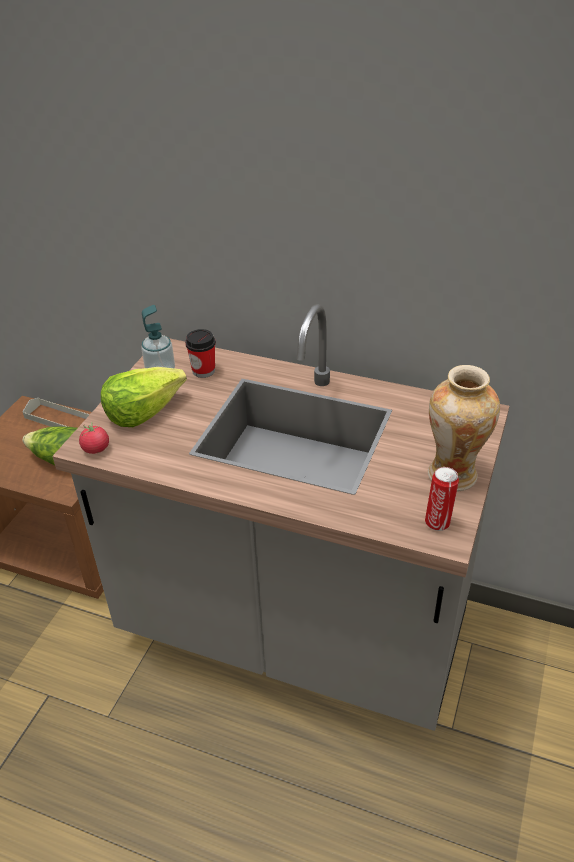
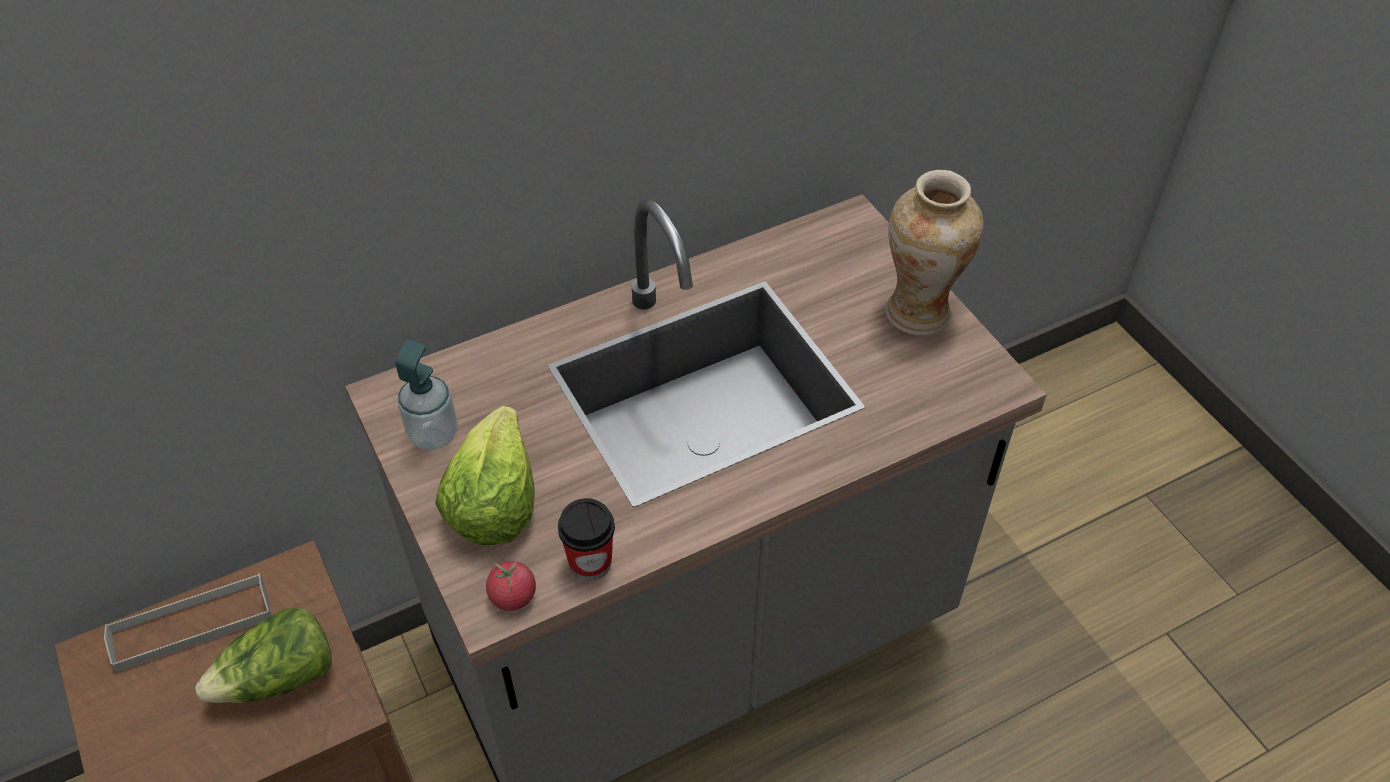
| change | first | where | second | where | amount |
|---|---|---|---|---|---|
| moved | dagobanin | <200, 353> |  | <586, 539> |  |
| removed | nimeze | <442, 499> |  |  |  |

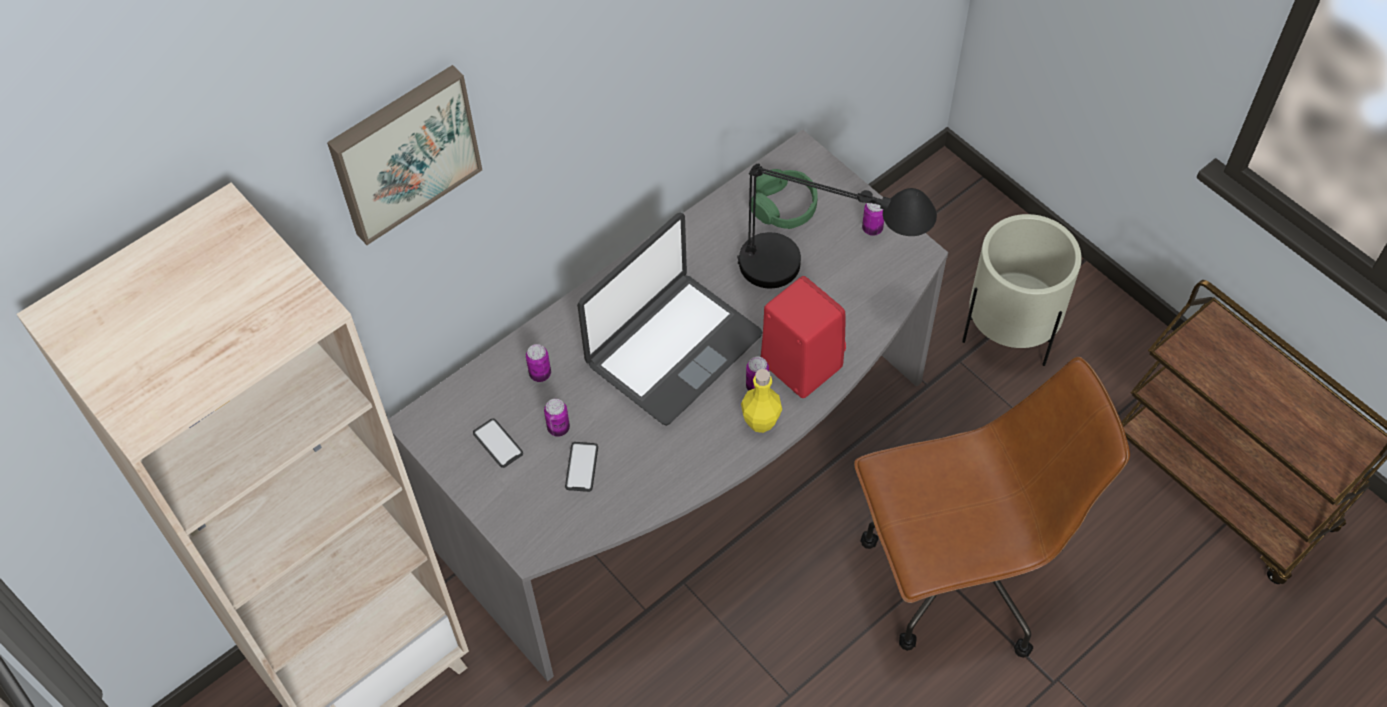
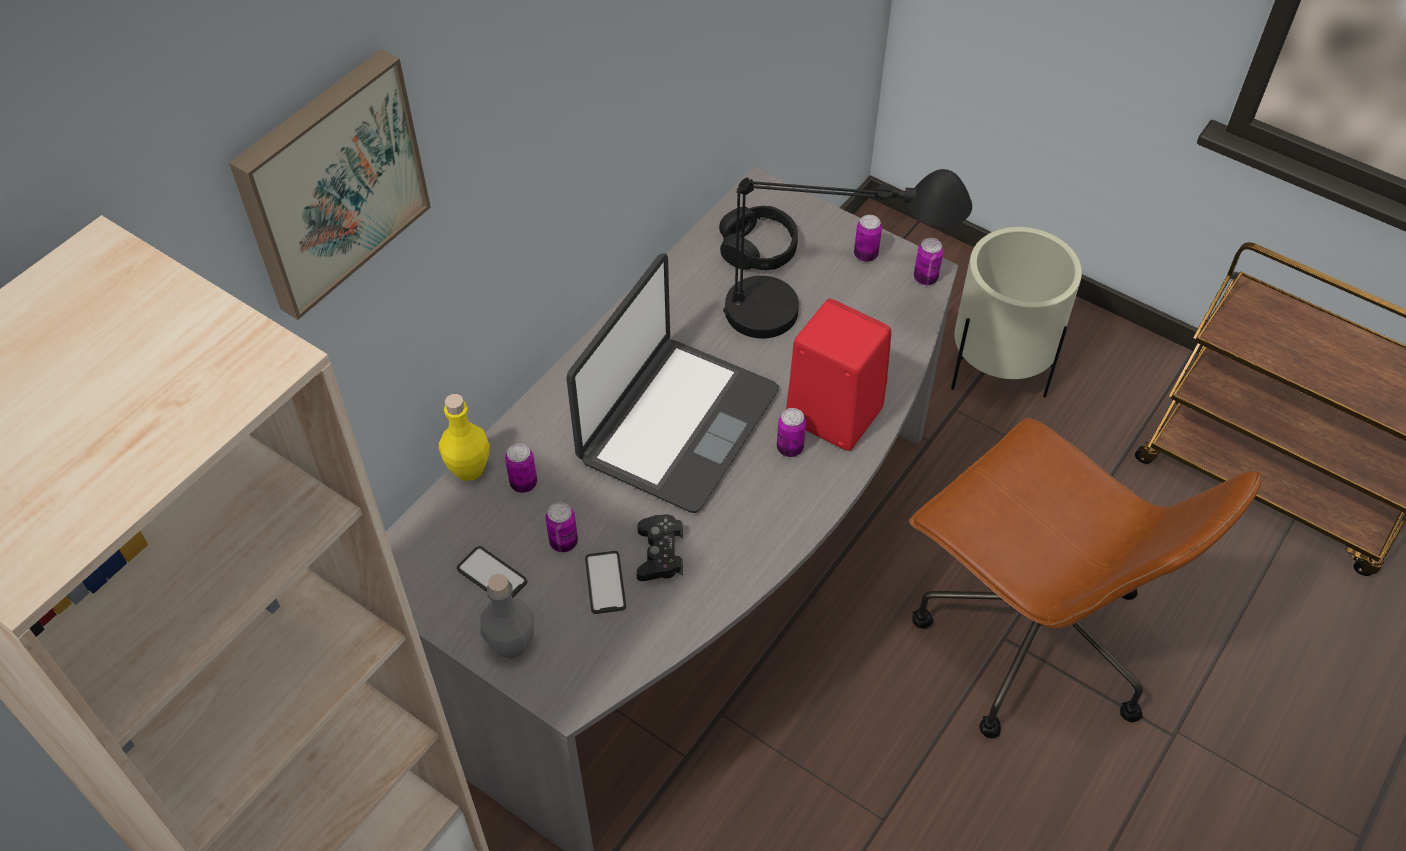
| change | first | where | second | where | amount |
|---|---|---|---|---|---|
| moved | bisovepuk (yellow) | <761, 401> |  | <464, 437> |  |
| added |  |  | bisovepuk (grey) | <507, 616> |  |
| added |  |  | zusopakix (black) | <659, 547> |  |
| recoloured | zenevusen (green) | <784, 199> | zenevusen (black) | <758, 238> |  |
| turned | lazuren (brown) | <992, 507> |  | <1085, 578> | 75 degrees clockwise |
| added |  |  | nimeze | <928, 261> |  |

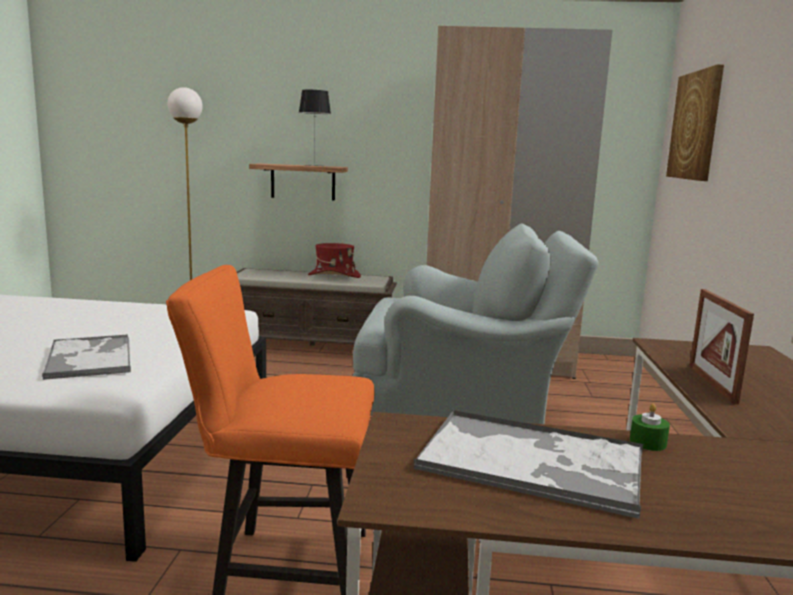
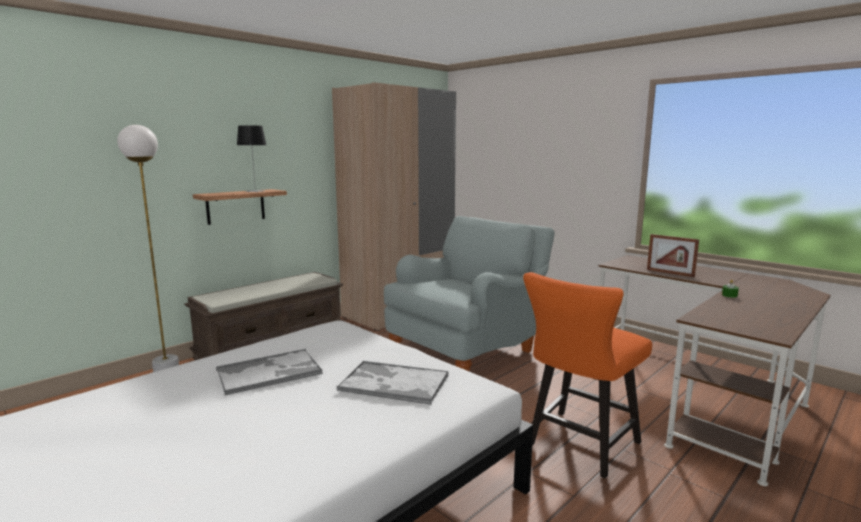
| change | first | where | second | where | amount |
|---|---|---|---|---|---|
| moved | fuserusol | <528, 464> |  | <269, 372> |  |
| removed | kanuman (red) | <334, 260> |  |  |  |
| removed | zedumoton | <695, 122> |  |  |  |

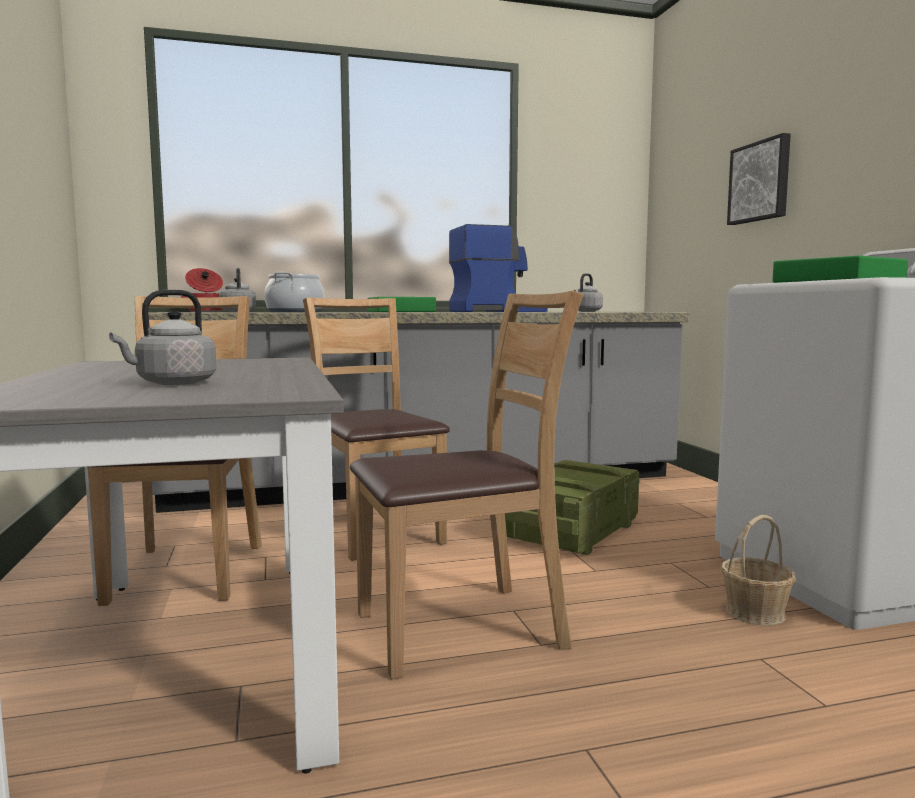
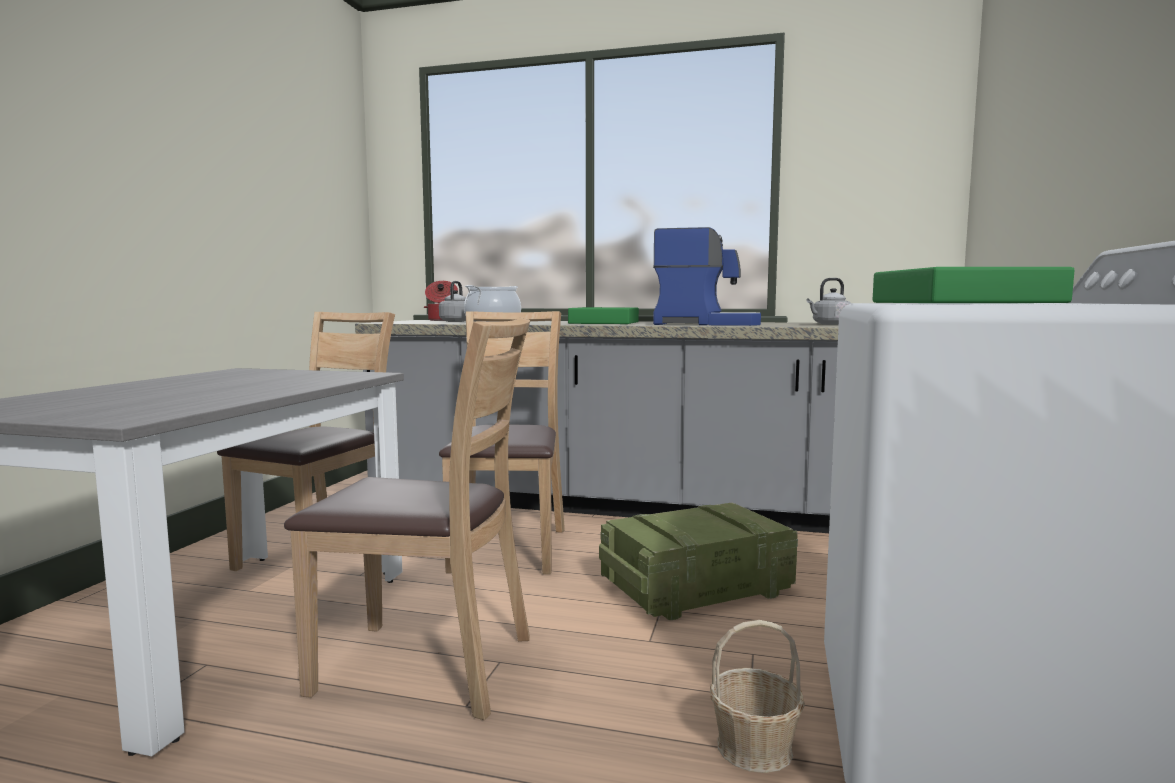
| change | first | where | second | where | amount |
|---|---|---|---|---|---|
| removed | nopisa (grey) | <163, 337> |  |  |  |
| removed | zedumoton | <759, 179> |  |  |  |

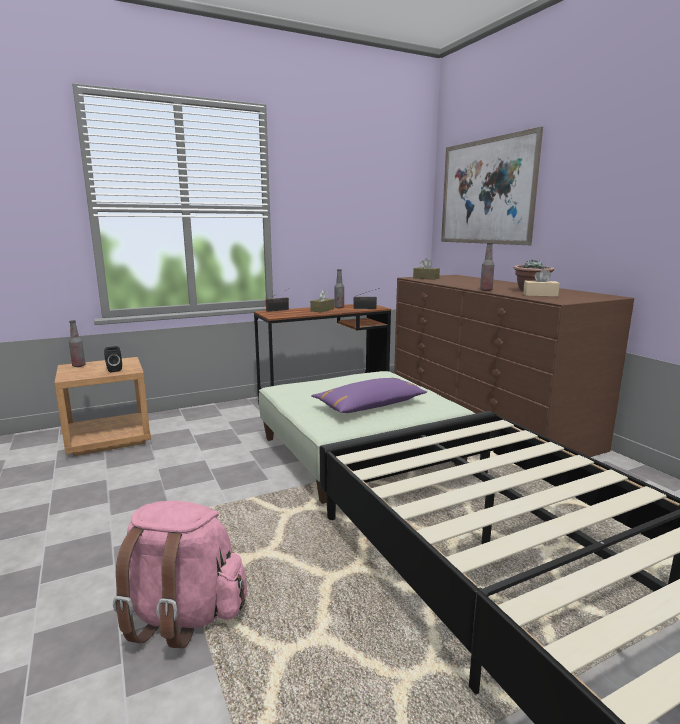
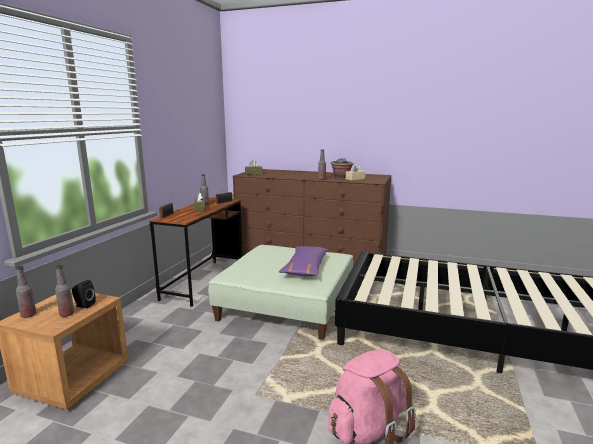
| change | first | where | second | where | amount |
|---|---|---|---|---|---|
| added |  |  | bisovepuk | <64, 291> |  |
| removed | zedumoton | <492, 186> |  |  |  |

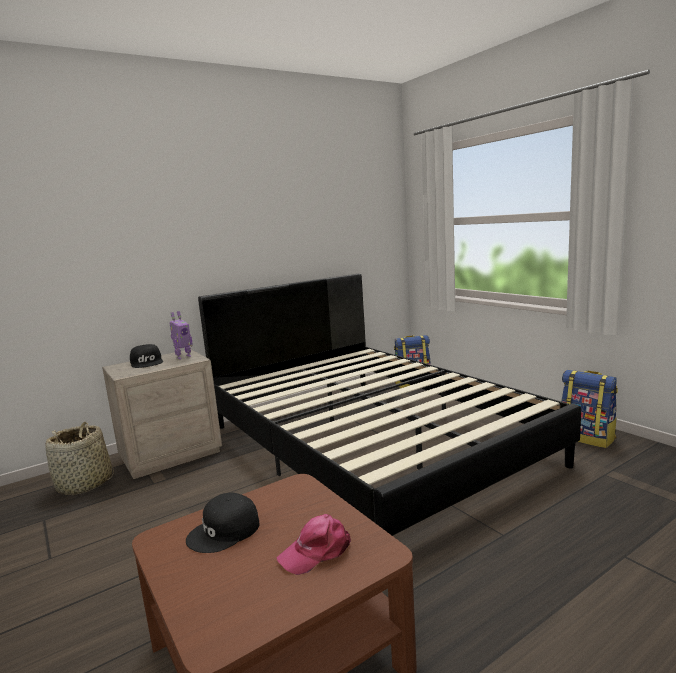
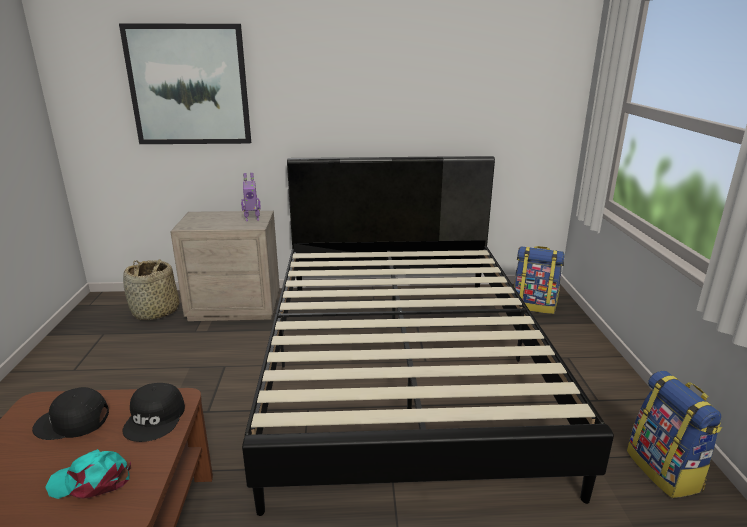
| change | first | where | second | where | amount |
|---|---|---|---|---|---|
| recoloured | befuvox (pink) | <314, 544> | befuvox (turquoise) | <88, 474> |  |
| added |  |  | zedumoton | <185, 83> |  |
| moved | befuvox (black) | <146, 356> |  | <153, 412> |  |

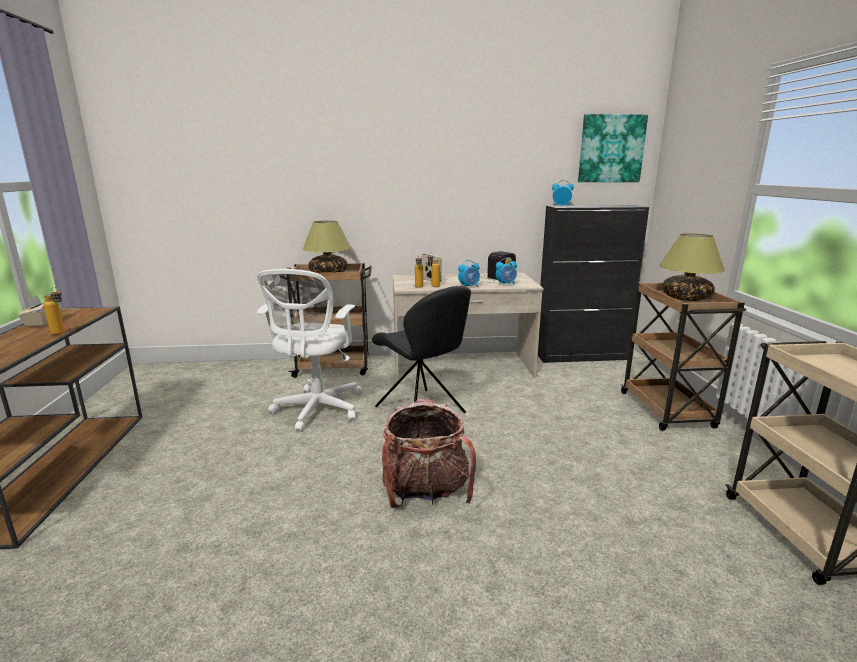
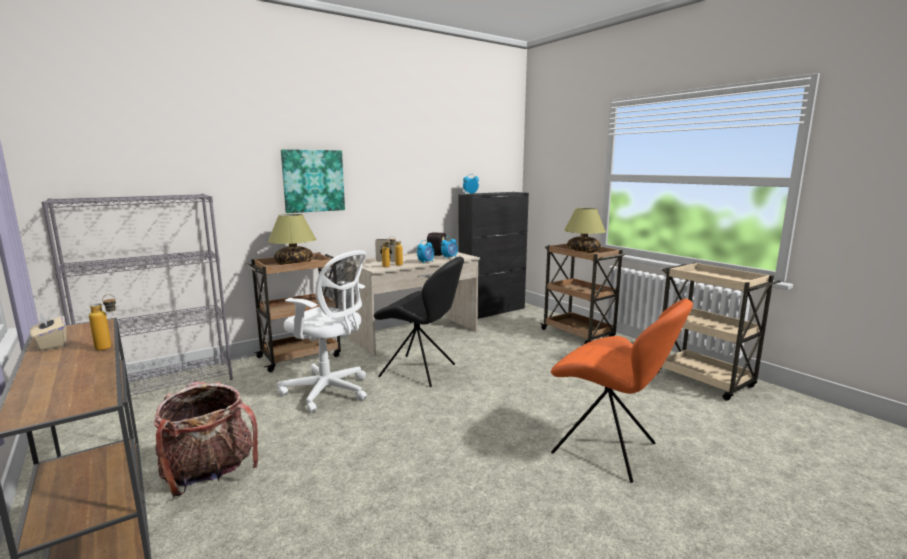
| change | first | where | second | where | amount |
|---|---|---|---|---|---|
| added |  |  | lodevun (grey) | <137, 295> |  |
| moved | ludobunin | <429, 453> |  | <206, 439> |  |
| turned | lazuren (white) | <309, 350> |  | <322, 331> | 45 degrees counterclockwise |
| moved | zedumoton | <613, 148> |  | <313, 181> |  |
| added |  |  | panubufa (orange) | <622, 390> |  |

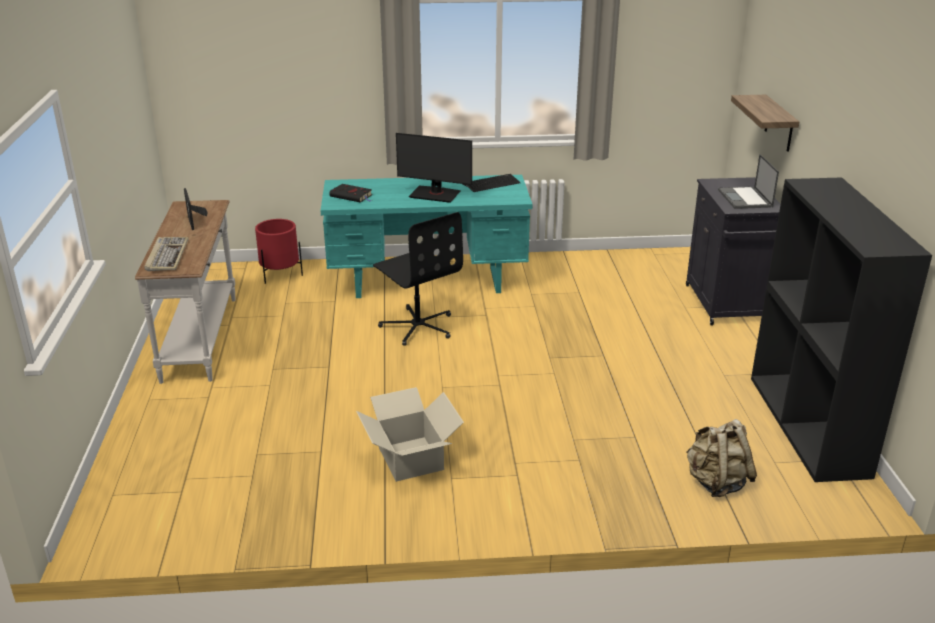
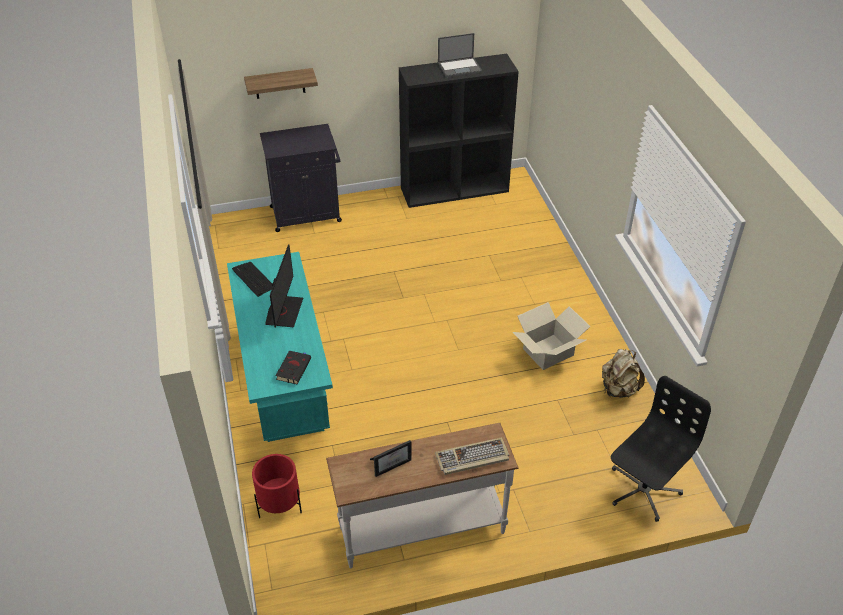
| change | first | where | second | where | amount |
|---|---|---|---|---|---|
| moved | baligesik | <748, 181> |  | <460, 55> |  |
| moved | ludobunin (beige) | <721, 458> |  | <623, 373> |  |
| moved | lazuren (black) | <418, 279> |  | <661, 449> |  |

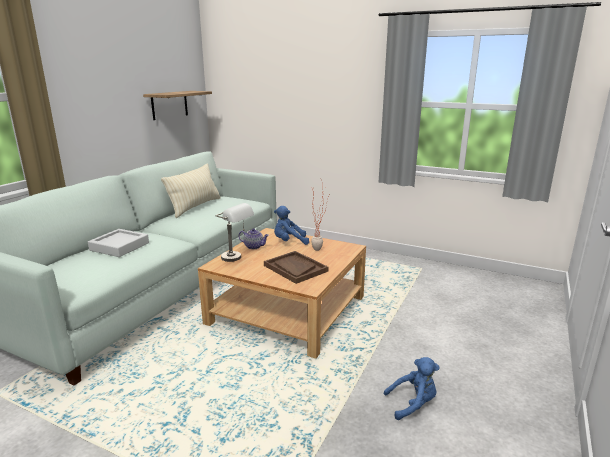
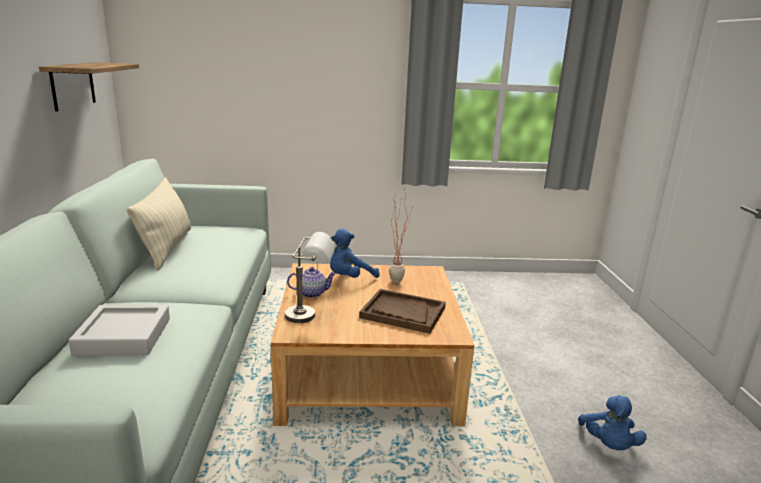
| change | first | where | second | where | amount |
|---|---|---|---|---|---|
| turned | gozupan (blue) | <412, 388> |  | <612, 422> | 135 degrees clockwise |

